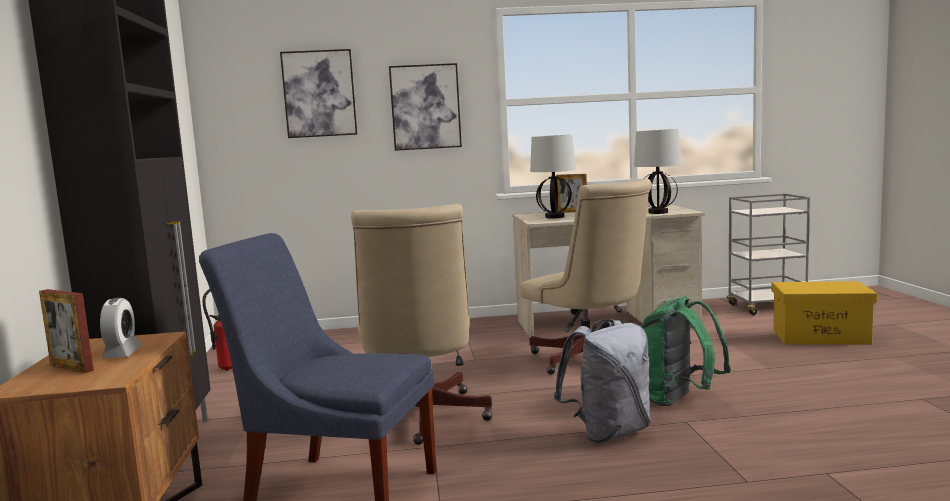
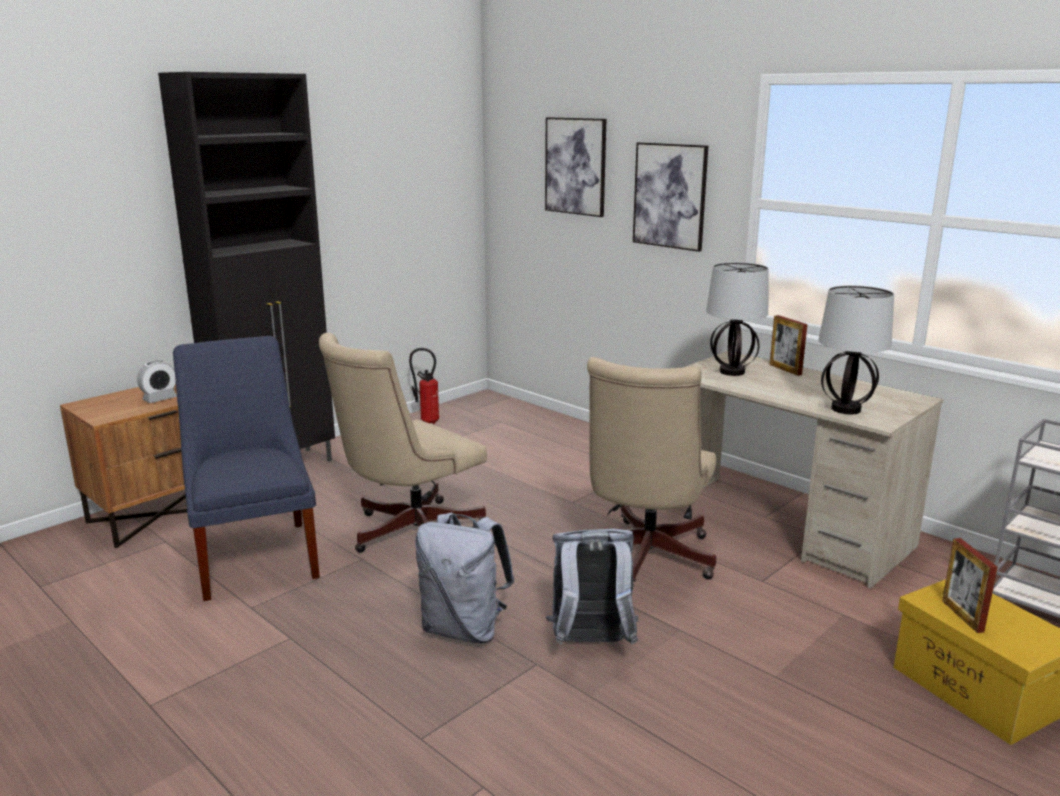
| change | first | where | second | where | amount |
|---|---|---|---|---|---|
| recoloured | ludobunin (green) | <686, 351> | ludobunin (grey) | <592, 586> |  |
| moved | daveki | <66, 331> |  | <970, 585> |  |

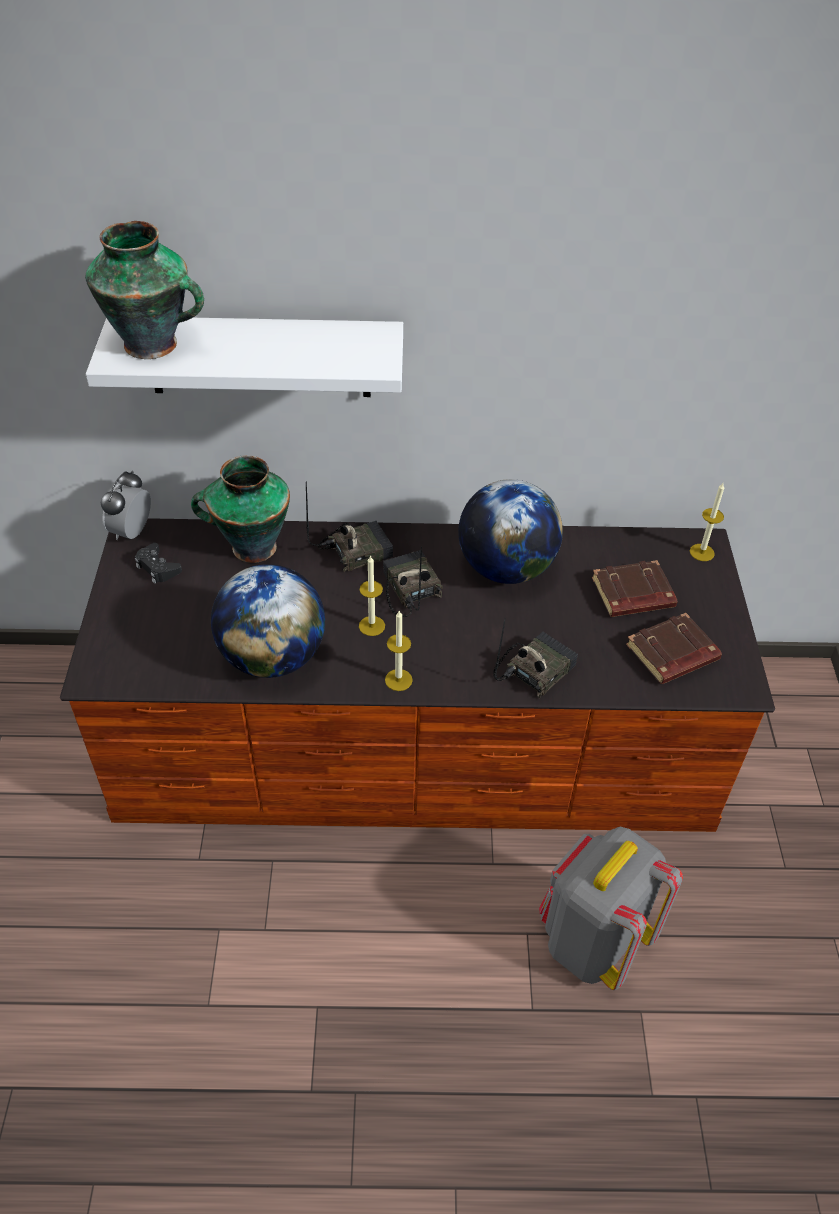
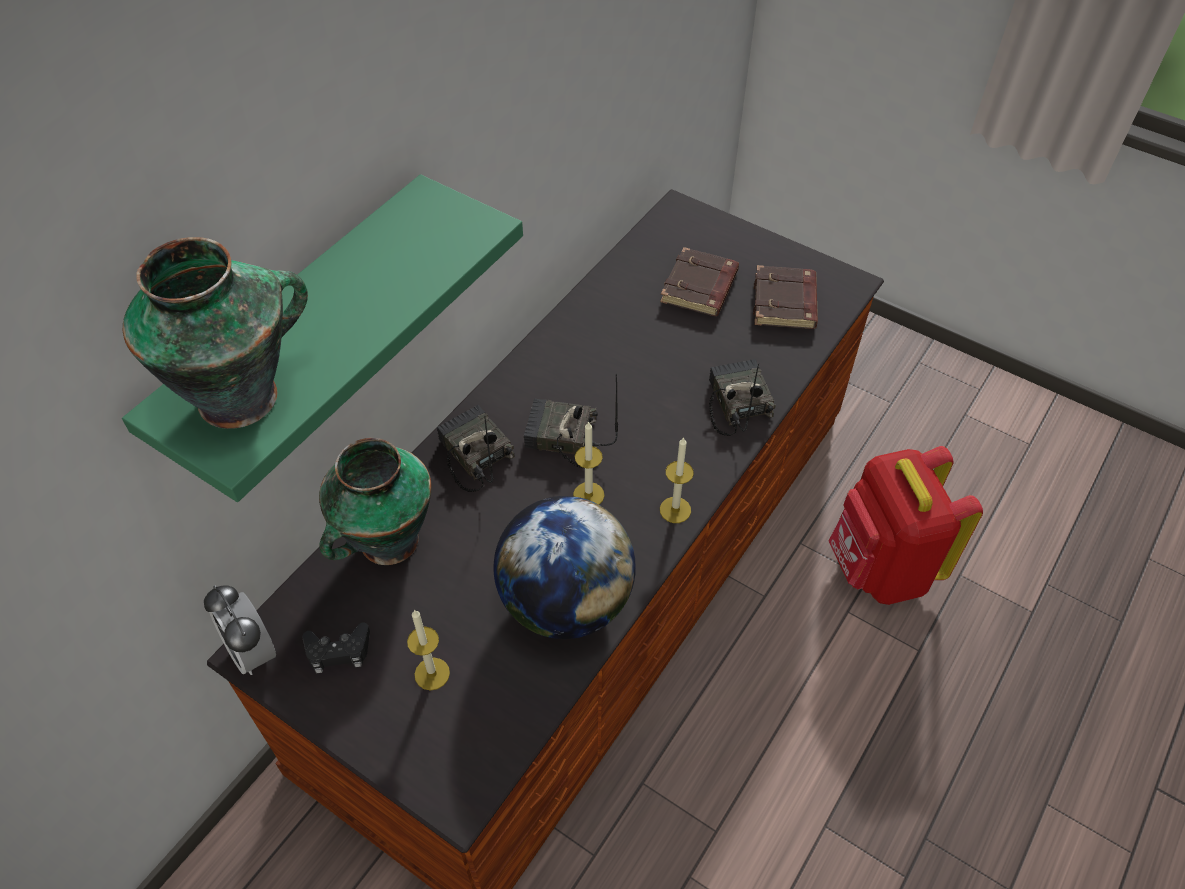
| change | first | where | second | where | amount |
|---|---|---|---|---|---|
| recoloured | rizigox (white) | <244, 357> | rizigox (green) | <322, 338> |  |
| moved | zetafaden | <707, 522> |  | <428, 650> |  |
| turned | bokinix | <349, 527> |  | <476, 448> | 45 degrees counterclockwise |
| recoloured | ludobunin (grey) | <611, 908> | ludobunin (red) | <906, 525> |  |
| removed | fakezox | <510, 531> |  |  |  |

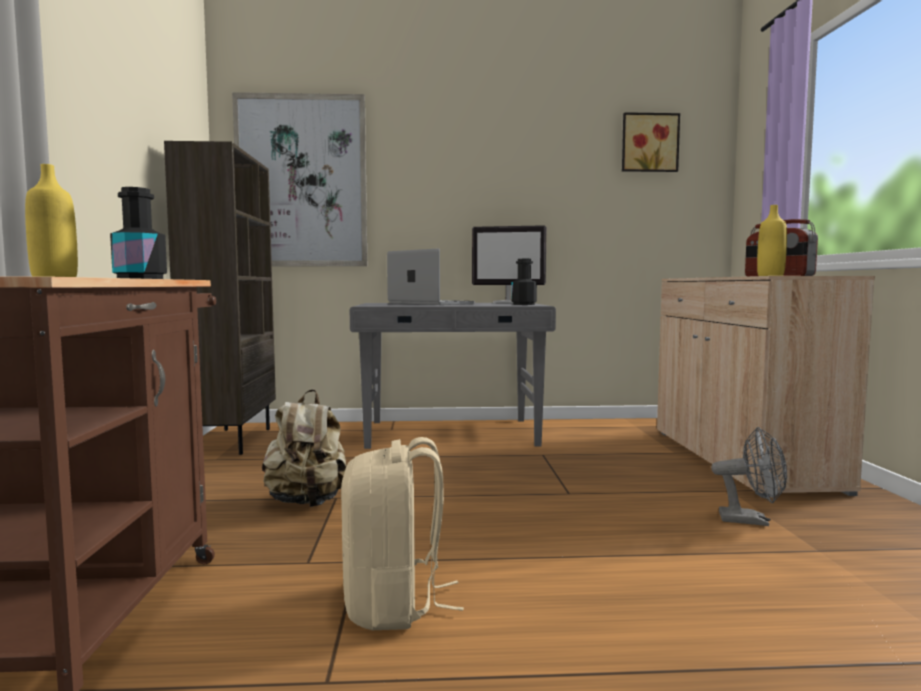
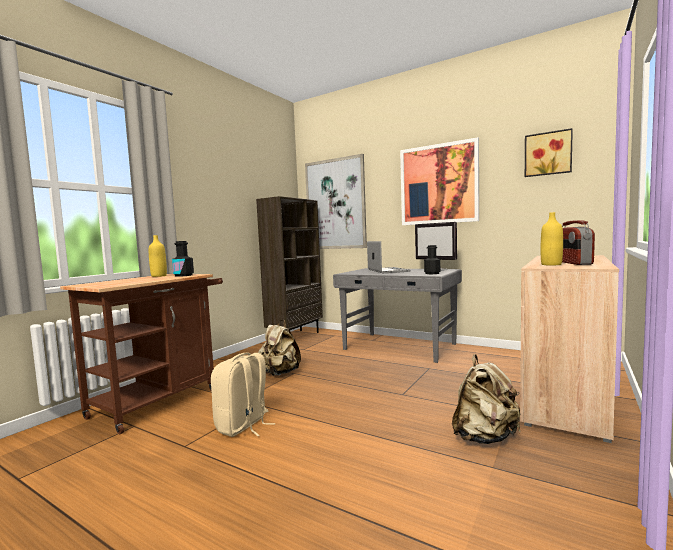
| change | first | where | second | where | amount |
|---|---|---|---|---|---|
| added |  |  | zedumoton | <439, 181> |  |
| replaced | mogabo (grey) | <749, 476> | ludobunin (beige) | <486, 399> |  |

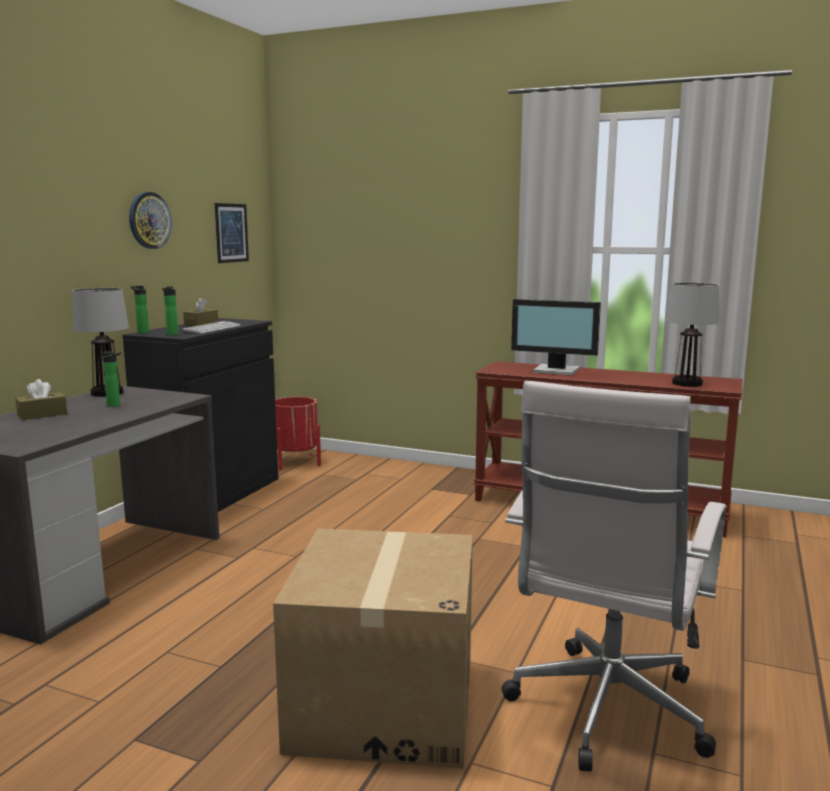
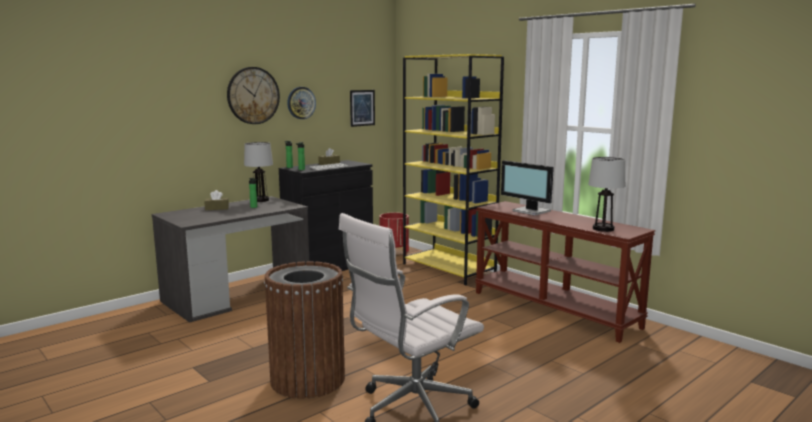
| change | first | where | second | where | amount |
|---|---|---|---|---|---|
| added |  |  | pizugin | <253, 95> |  |
| replaced | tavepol | <373, 648> | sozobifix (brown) | <304, 330> |  |
| added |  |  | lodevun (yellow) | <453, 169> |  |

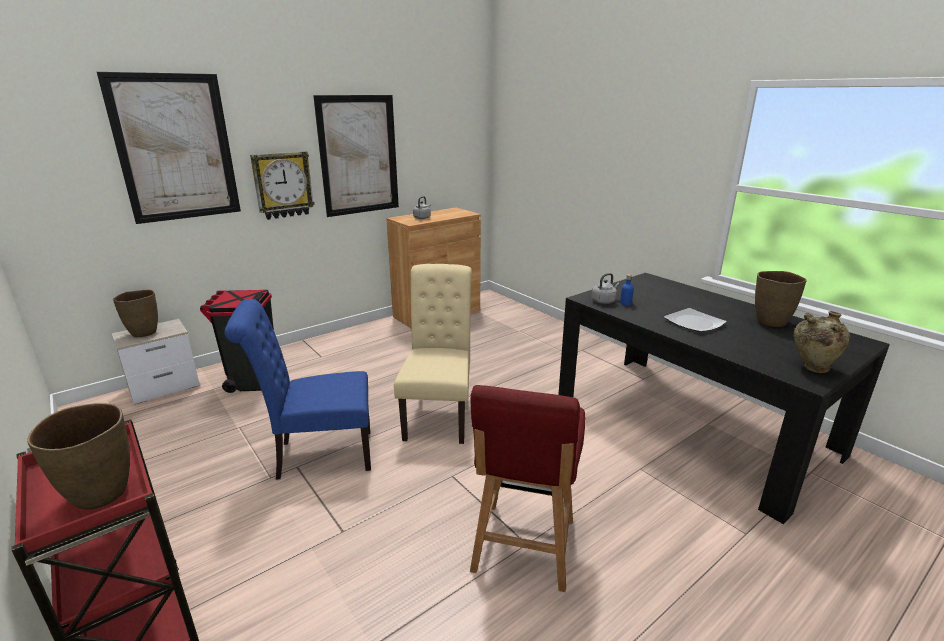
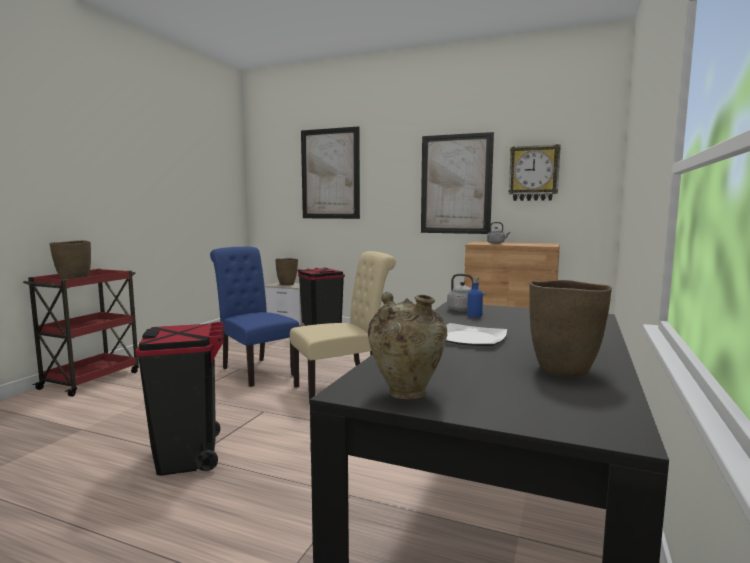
| change | first | where | second | where | amount |
|---|---|---|---|---|---|
| replaced | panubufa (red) | <527, 488> | sozobifix (black) | <180, 399> |  |
| moved | pizugin | <282, 185> |  | <534, 172> |  |

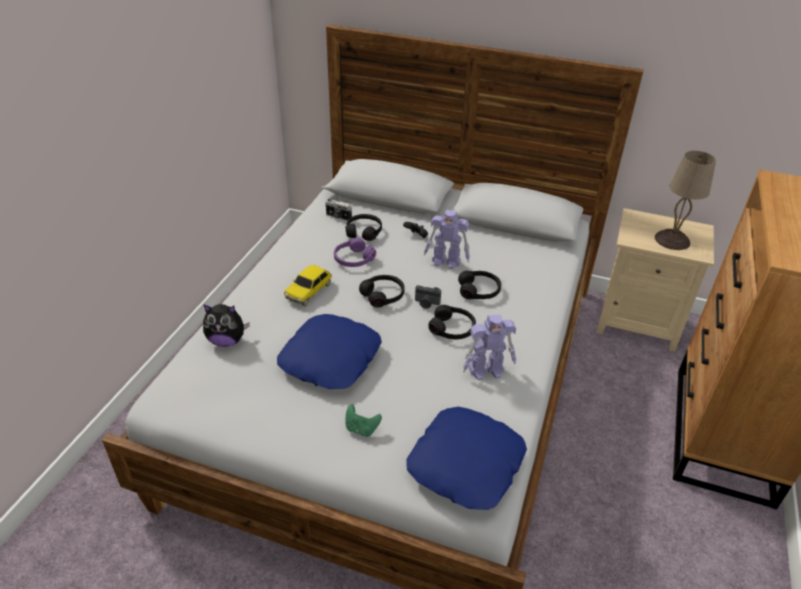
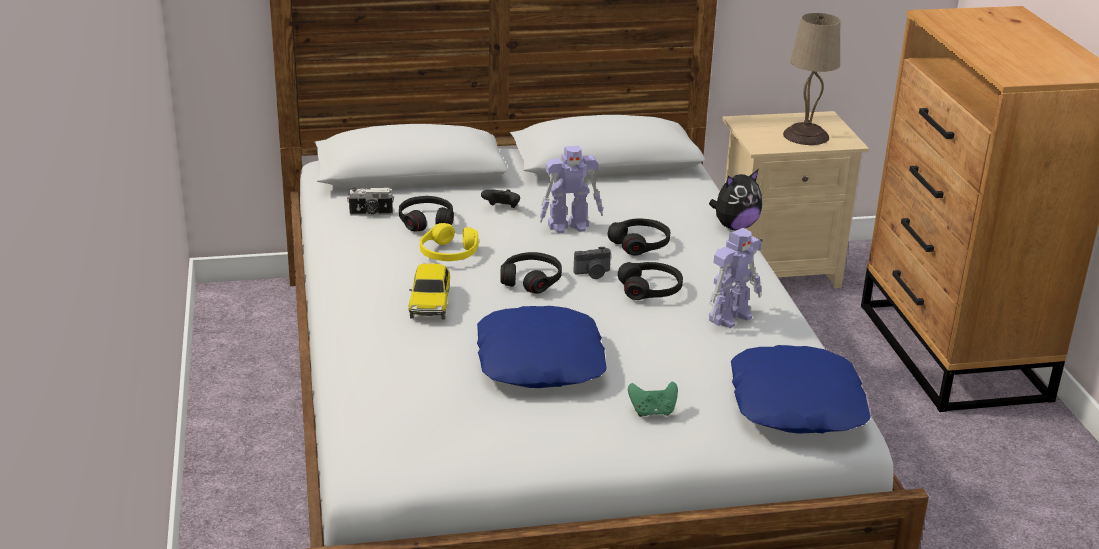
| change | first | where | second | where | amount |
|---|---|---|---|---|---|
| recoloured | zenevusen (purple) | <355, 252> | zenevusen (yellow) | <449, 242> |  |
| moved | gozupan | <226, 325> |  | <735, 200> |  |

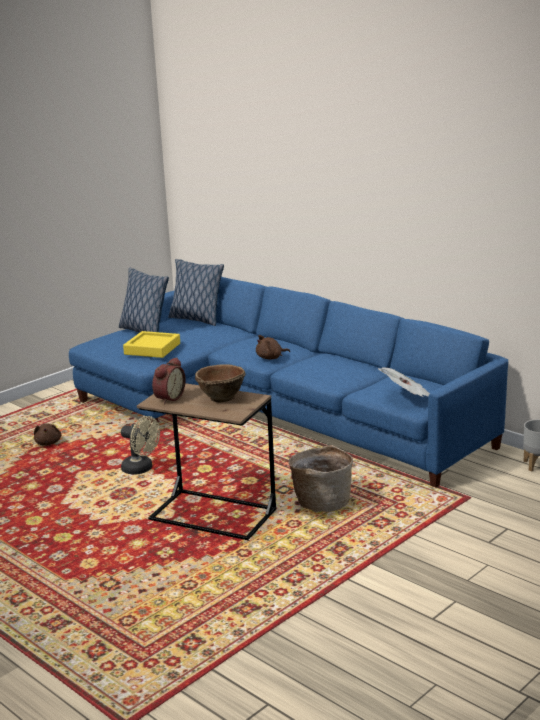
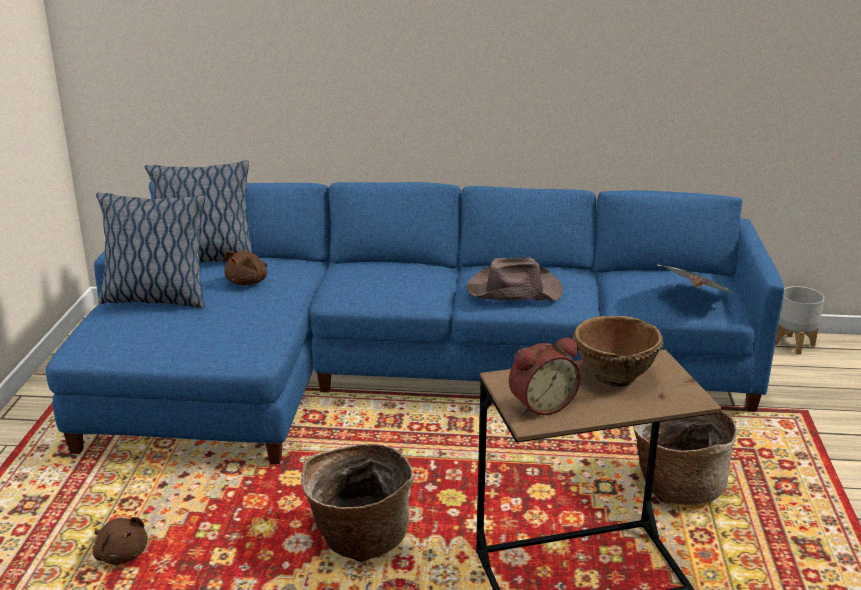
| change | first | where | second | where | amount |
|---|---|---|---|---|---|
| moved | gozupan (brown) | <273, 347> |  | <245, 267> |  |
| replaced | mogabo (beige) | <140, 445> | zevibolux | <357, 502> |  |
| added |  |  | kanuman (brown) | <515, 279> |  |
| turned | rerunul | <169, 380> |  | <545, 377> | 75 degrees clockwise |
| removed | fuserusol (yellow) | <151, 344> |  |  |  |

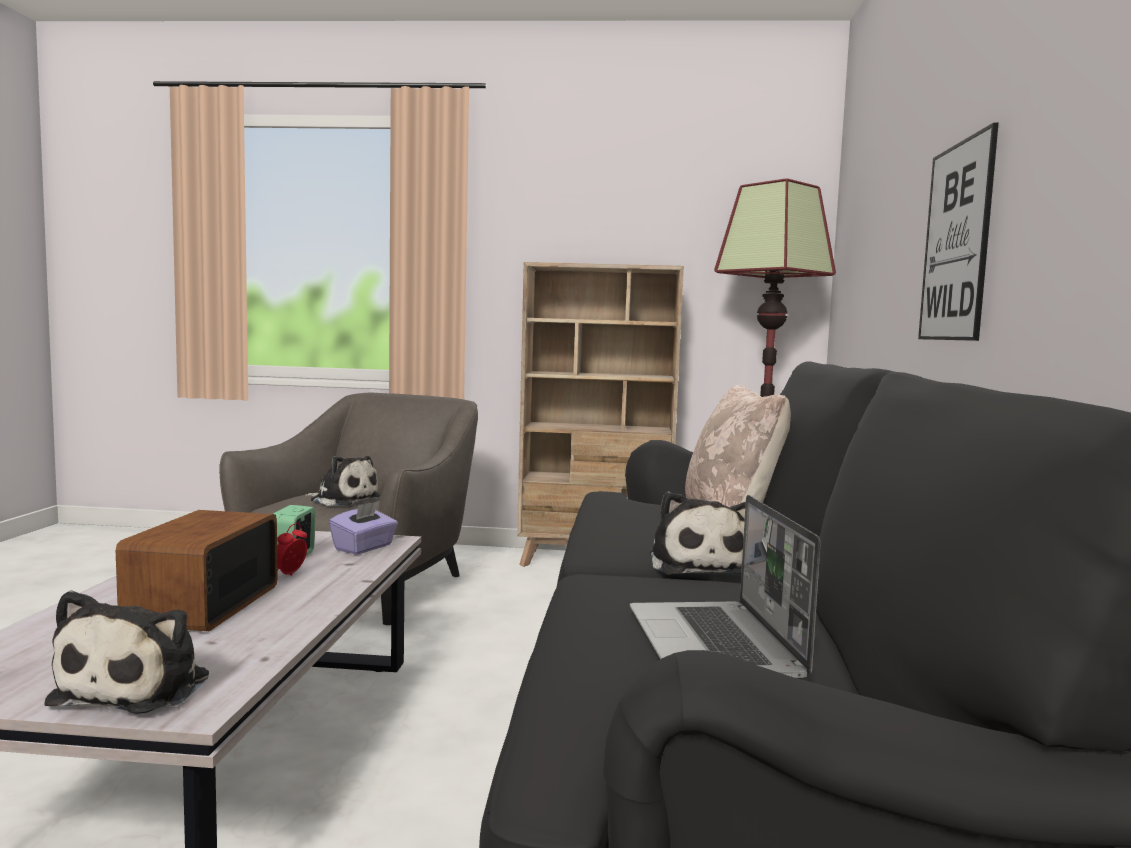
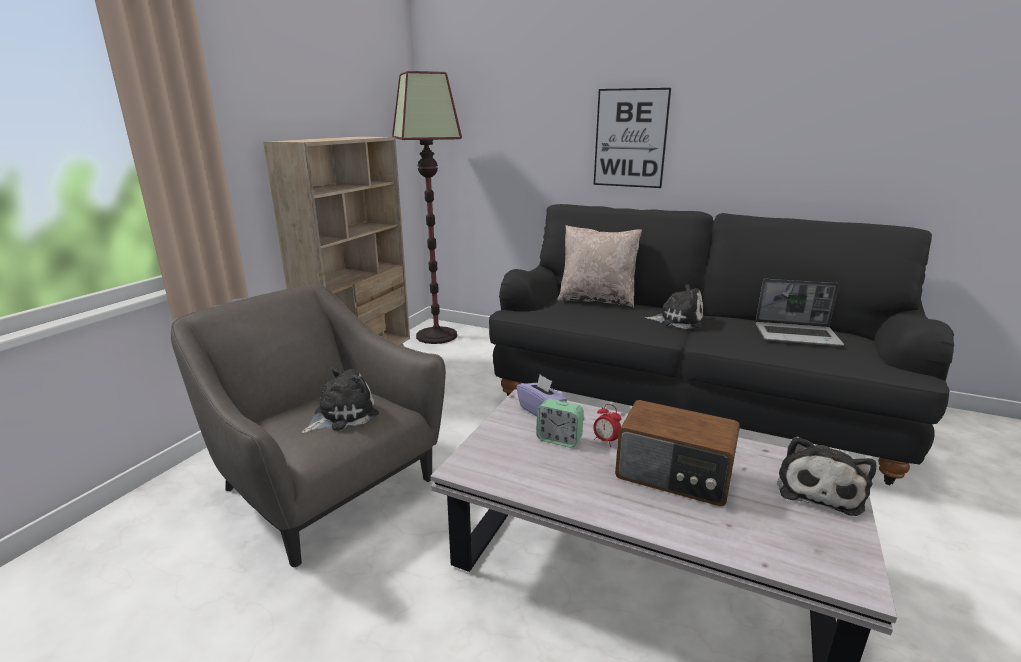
| change | first | where | second | where | amount |
|---|---|---|---|---|---|
| turned | gozupan | <126, 652> |  | <826, 476> | 90 degrees clockwise |

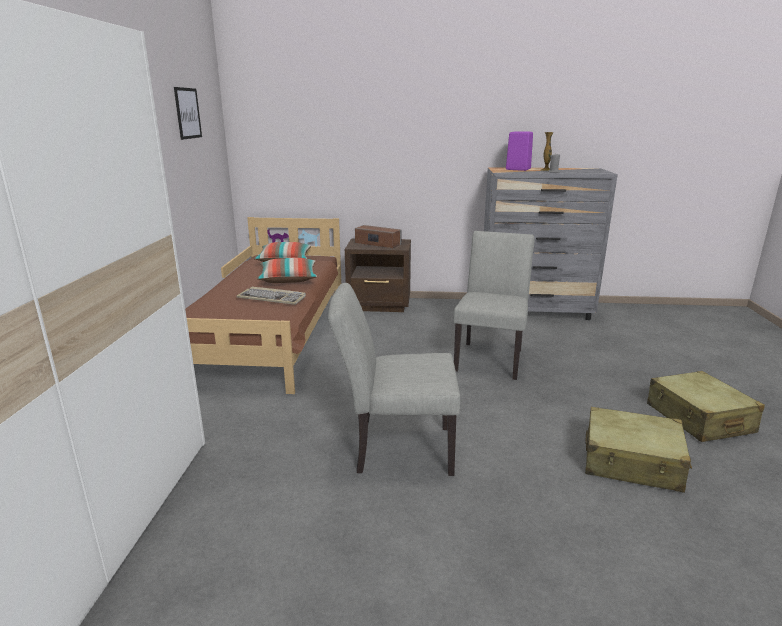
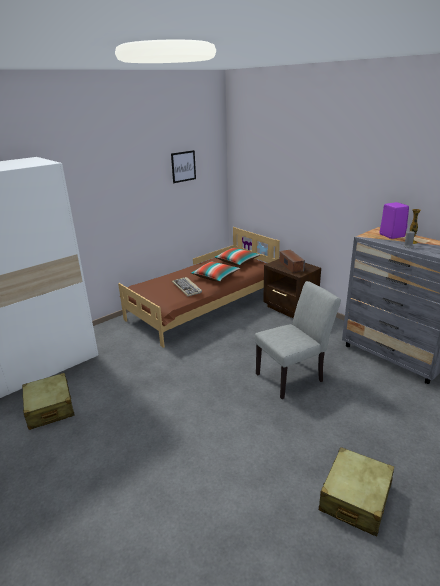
| change | first | where | second | where | amount |
|---|---|---|---|---|---|
| moved | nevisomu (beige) | <638, 450> |  | <48, 401> |  |
| removed | panubufa (grey) | <394, 379> |  |  |  |

